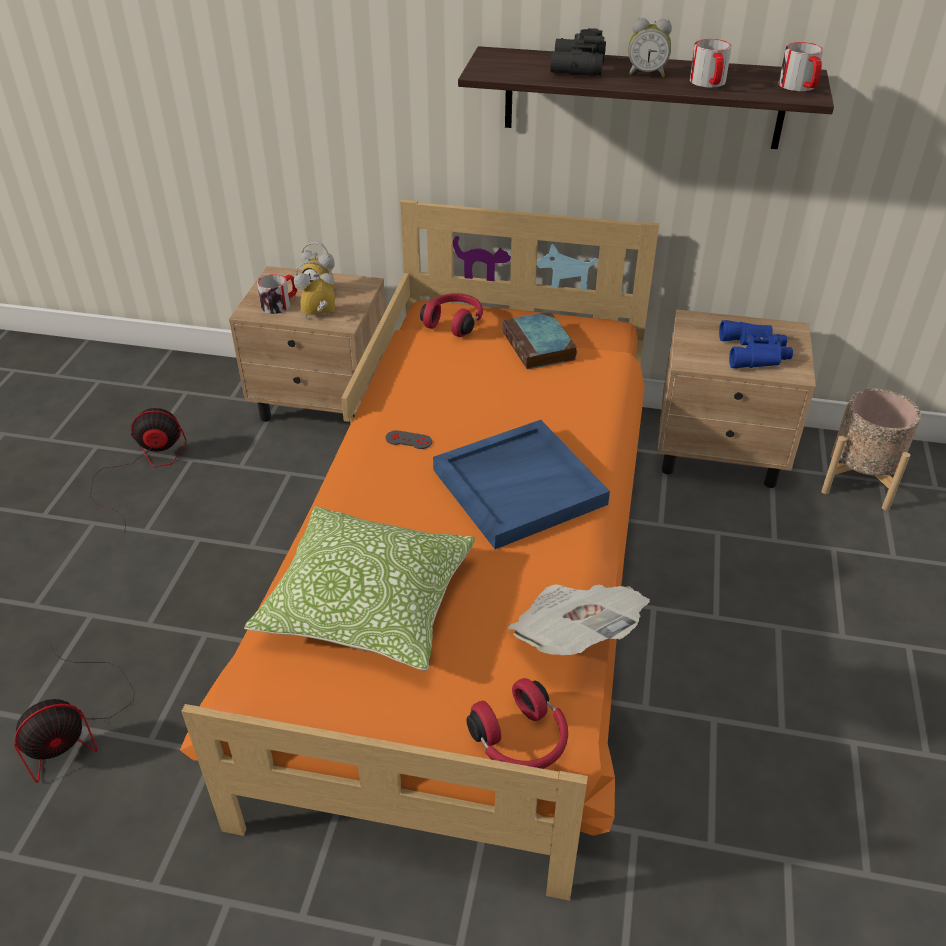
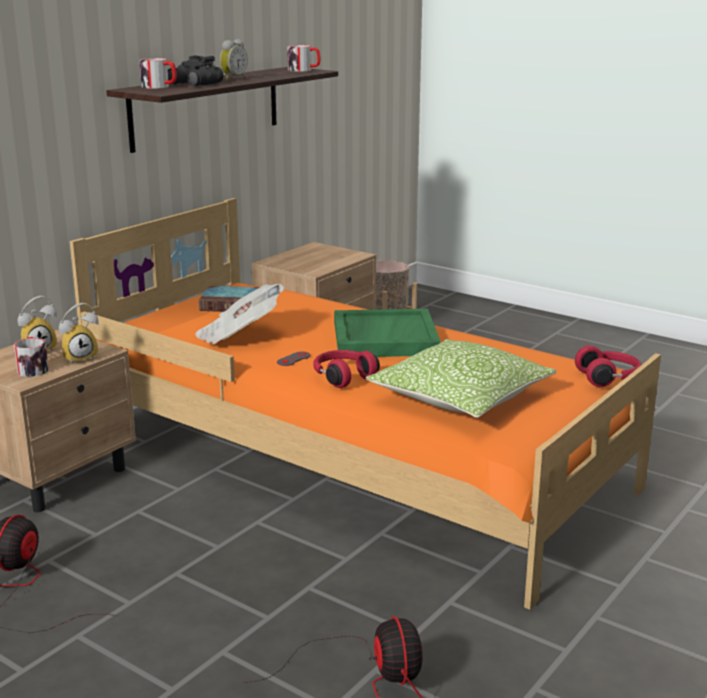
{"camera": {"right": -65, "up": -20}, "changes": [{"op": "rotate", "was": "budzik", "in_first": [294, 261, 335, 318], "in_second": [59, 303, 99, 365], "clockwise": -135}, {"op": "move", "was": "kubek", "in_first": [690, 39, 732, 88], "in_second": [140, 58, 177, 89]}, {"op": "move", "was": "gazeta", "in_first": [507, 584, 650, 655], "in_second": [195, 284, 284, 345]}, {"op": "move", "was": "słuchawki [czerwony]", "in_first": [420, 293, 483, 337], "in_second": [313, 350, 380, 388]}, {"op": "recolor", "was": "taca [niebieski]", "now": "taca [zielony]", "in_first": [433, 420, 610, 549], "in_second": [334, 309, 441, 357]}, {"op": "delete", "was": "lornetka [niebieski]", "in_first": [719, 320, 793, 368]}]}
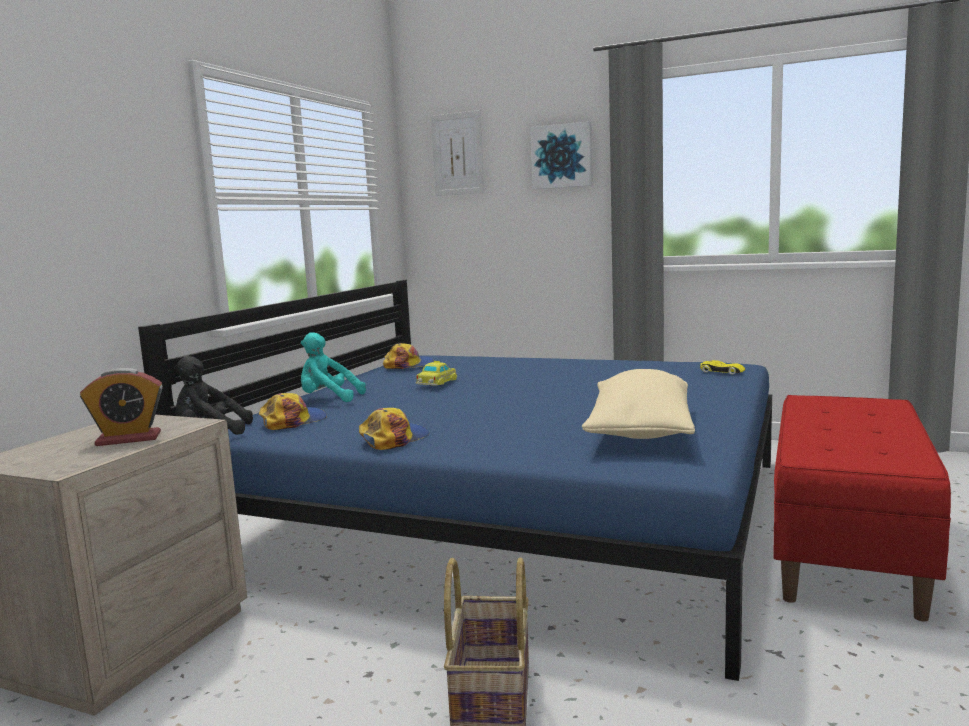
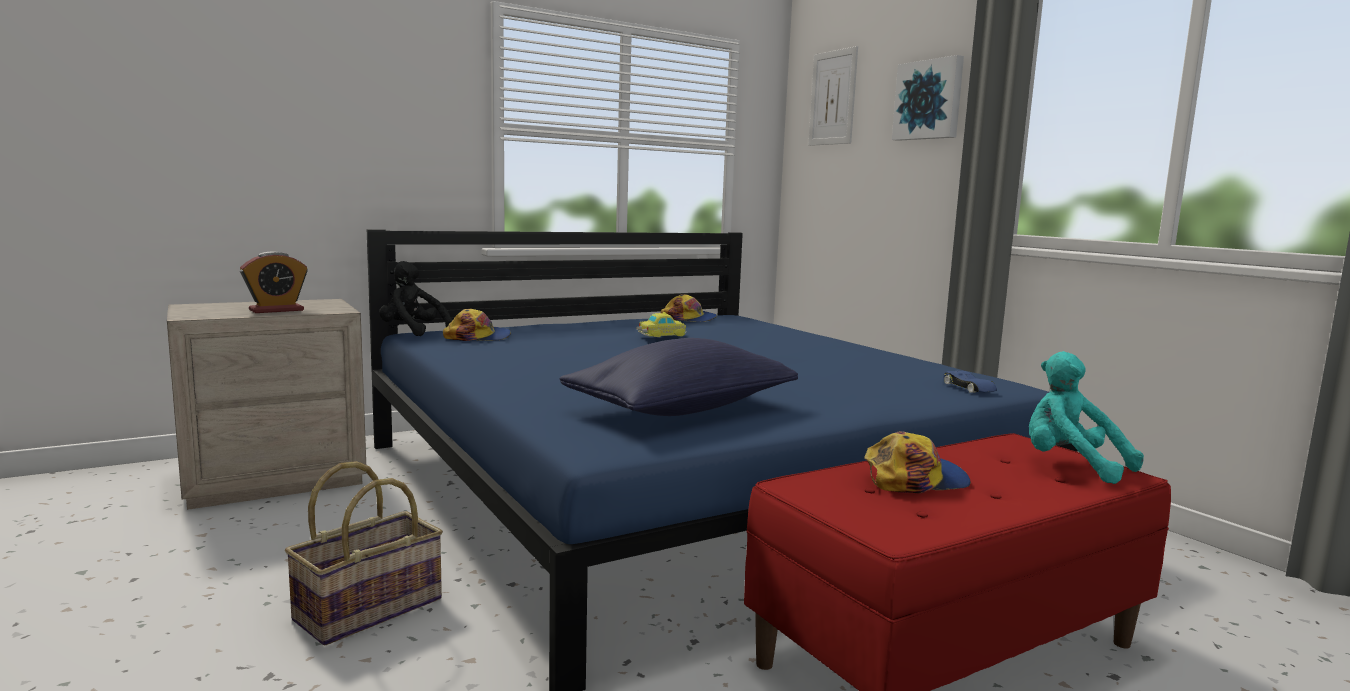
{"camera": {"right": 35, "up": 0}, "changes": [{"op": "rotate", "was": "budzik", "in_first": [80, 368, 163, 446], "in_second": [240, 251, 308, 313], "clockwise": -60}, {"op": "recolor", "was": "poduszka [beżowy]", "now": "poduszka [niebieski]", "in_first": [582, 369, 695, 439], "in_second": [559, 338, 798, 416]}, {"op": "move", "was": "czapka z daszkiem", "in_first": [359, 408, 430, 450], "in_second": [864, 431, 971, 494]}, {"op": "recolor", "was": "samochodzik [żółty]", "now": "samochodzik [niebieski]", "in_first": [700, 360, 745, 374], "in_second": [943, 370, 997, 393]}, {"op": "move", "was": "pluszak [turkusowy]", "in_first": [301, 332, 366, 402], "in_second": [1029, 351, 1144, 484]}]}
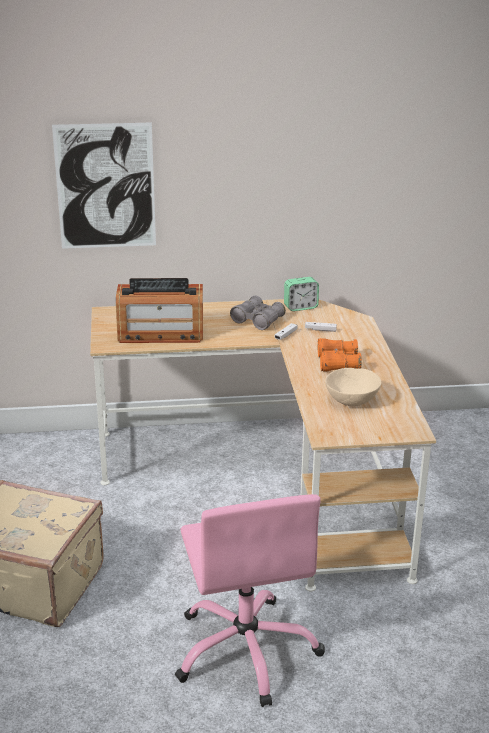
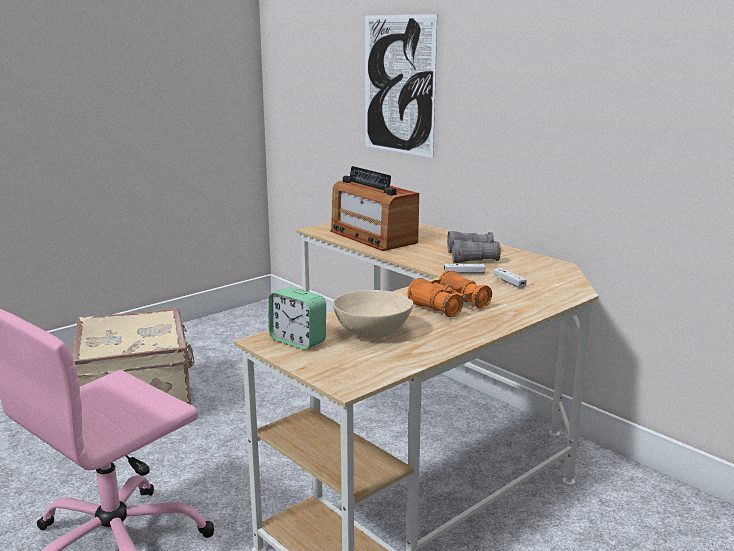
{"camera": {"right": 55, "up": -10}, "changes": [{"op": "move", "was": "budzik", "in_first": [284, 277, 319, 311], "in_second": [268, 287, 326, 350]}]}
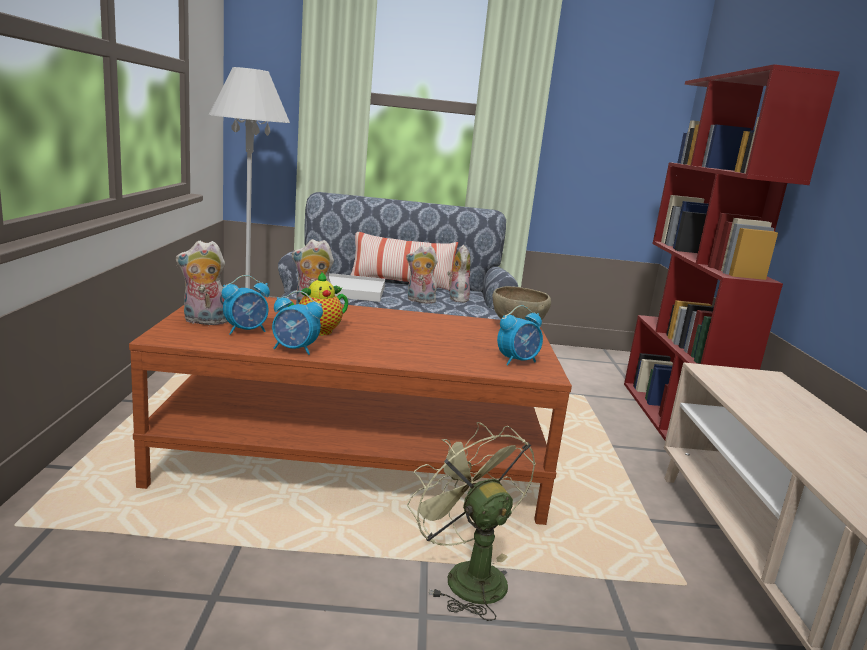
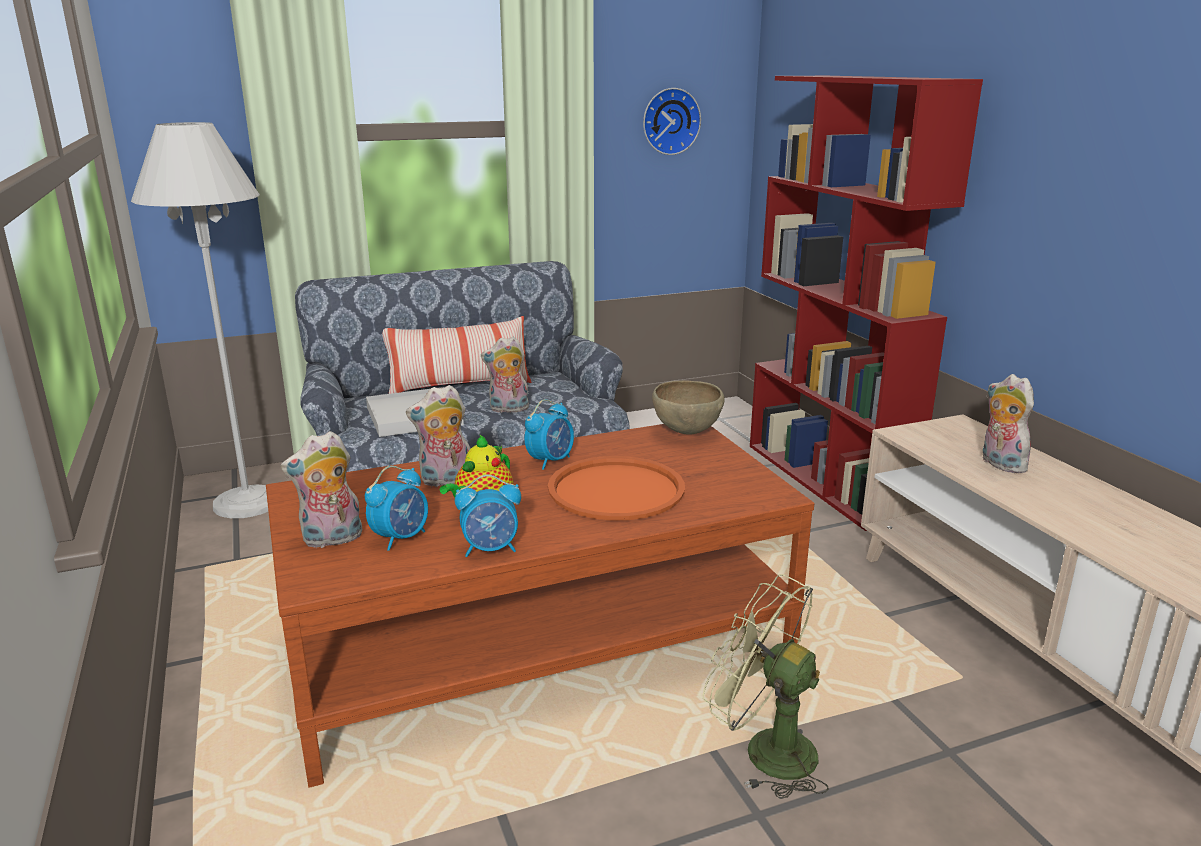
{"camera": {"right": -20, "up": 5}, "changes": [{"op": "move", "was": "budzik", "in_first": [497, 305, 543, 365], "in_second": [525, 399, 574, 470]}, {"op": "insert", "now": "taca [pomarańczowy]", "in_second": [548, 456, 685, 521]}, {"op": "insert", "now": "zegar ścienny", "in_second": [643, 88, 701, 155]}, {"op": "move", "was": "pluszak", "in_first": [447, 245, 470, 303], "in_second": [983, 374, 1034, 473]}]}
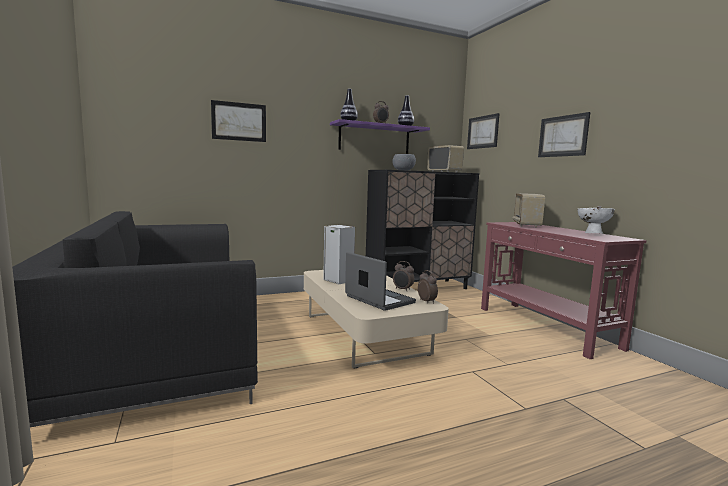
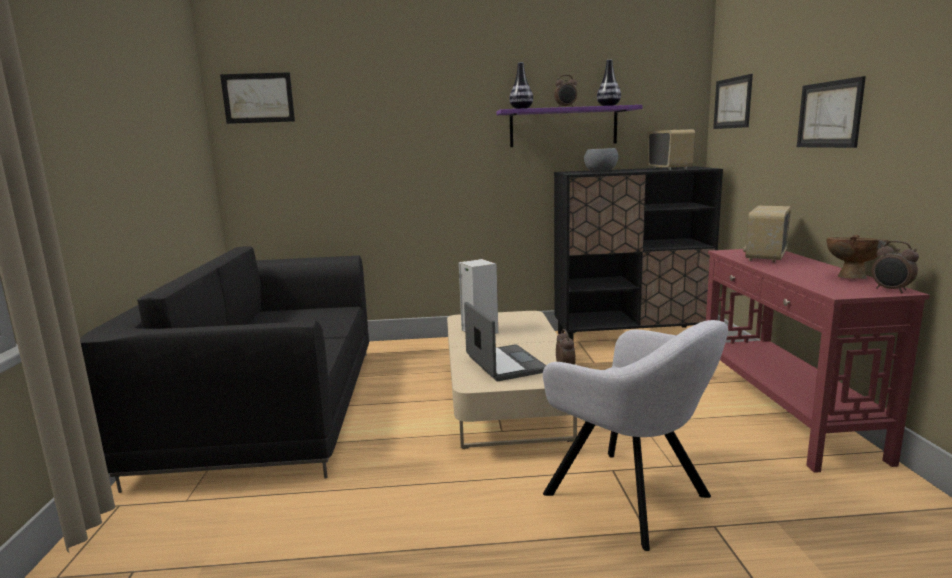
{"camera": {"right": 20, "up": 5}, "changes": [{"op": "move", "was": "obraz", "in_first": [211, 100, 266, 142], "in_second": [220, 72, 295, 124]}, {"op": "insert", "now": "fotel [szary]", "in_second": [543, 320, 728, 551]}, {"op": "recolor", "was": "miska [biały]", "now": "miska [brązowy]", "in_first": [577, 206, 615, 234], "in_second": [826, 235, 889, 279]}, {"op": "move", "was": "budzik", "in_first": [393, 261, 414, 291], "in_second": [872, 241, 919, 293]}]}
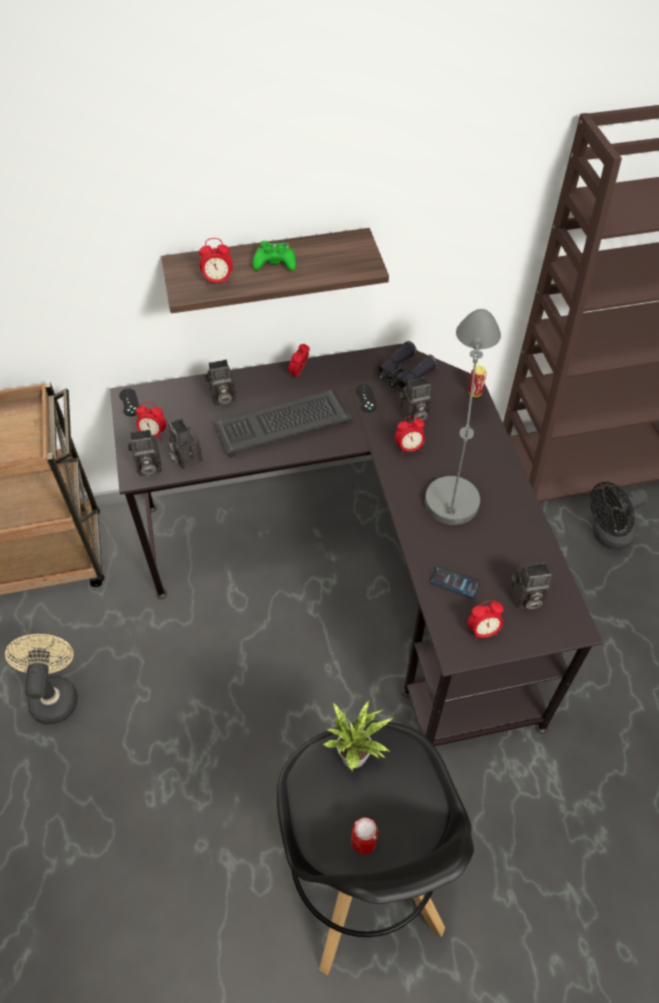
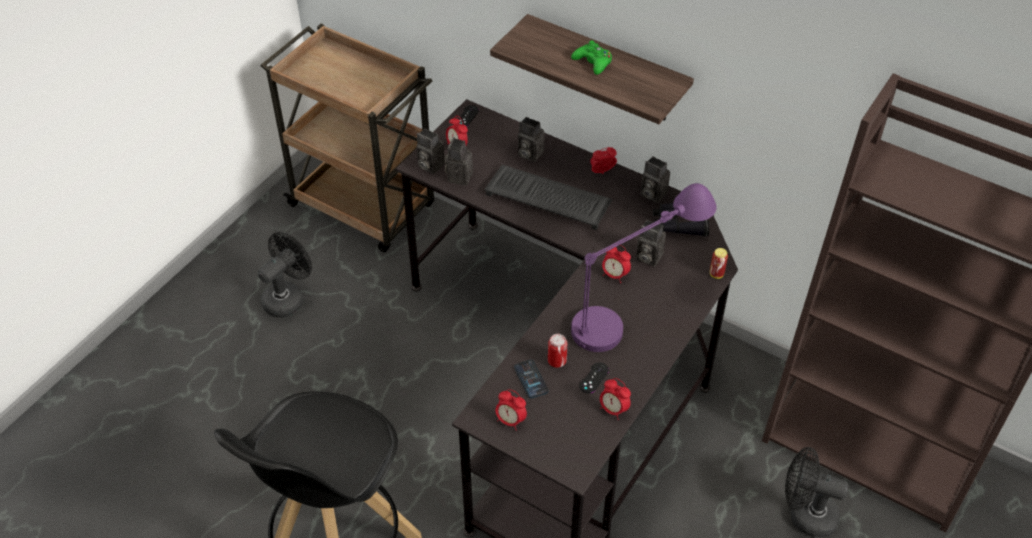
{"camera": {"right": 45, "up": -5}, "changes": [{"op": "recolor", "was": "wentylator [beżowy]", "now": "wentylator [czarny]", "in_first": [5, 634, 78, 724], "in_second": [258, 232, 312, 318]}, {"op": "move", "was": "puszka", "in_first": [351, 817, 378, 854], "in_second": [548, 334, 567, 368]}, {"op": "recolor", "was": "lampa stołowa [szary]", "now": "lampa stołowa [fioletowy]", "in_first": [425, 309, 501, 525], "in_second": [571, 183, 717, 352]}, {"op": "move", "was": "pad do gier [czarny]", "in_first": [356, 384, 377, 412], "in_second": [579, 362, 609, 393]}, {"op": "move", "was": "budzik", "in_first": [199, 238, 233, 286], "in_second": [600, 378, 631, 420]}, {"op": "move", "was": "aparat fotograficzny", "in_first": [511, 563, 552, 609], "in_second": [641, 156, 670, 203]}, {"op": "delete", "was": "roślina doniczkowa", "in_first": [322, 701, 393, 771]}]}
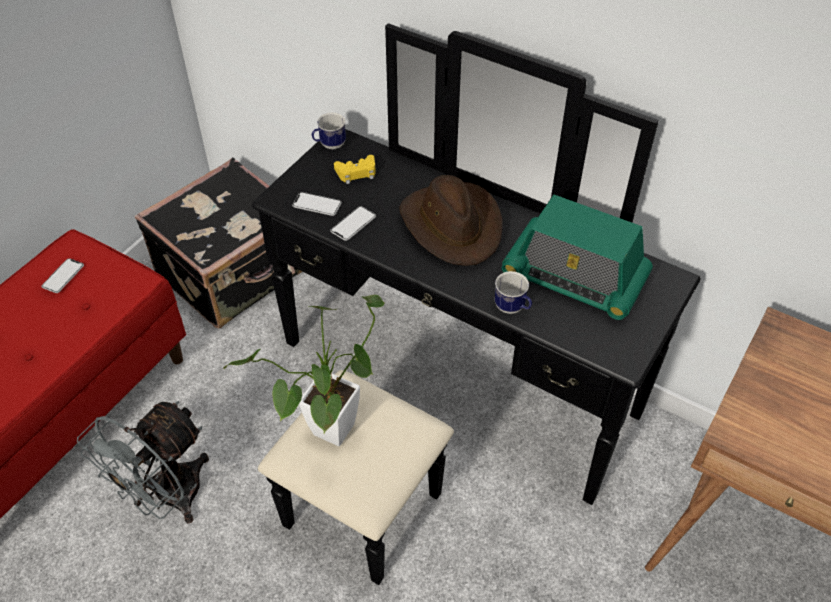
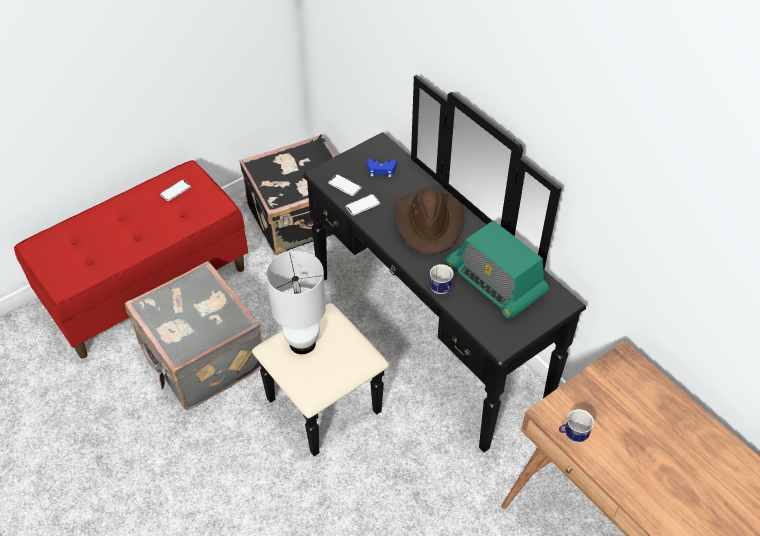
{"camera": {"right": 20, "up": 0}, "changes": [{"op": "replace", "was": "wentylator [szary]", "now": "walizka [szary]", "in_first": [77, 401, 209, 523], "in_second": [125, 261, 262, 410]}, {"op": "replace", "was": "roślina doniczkowa", "now": "lampa stołowa [biały]", "in_first": [224, 295, 384, 446], "in_second": [266, 251, 326, 354]}, {"op": "recolor", "was": "pad do gier [żółty]", "now": "pad do gier [niebieski]", "in_first": [334, 155, 376, 184], "in_second": [367, 159, 397, 177]}, {"op": "move", "was": "kubek", "in_first": [312, 113, 346, 149], "in_second": [559, 409, 594, 443]}]}
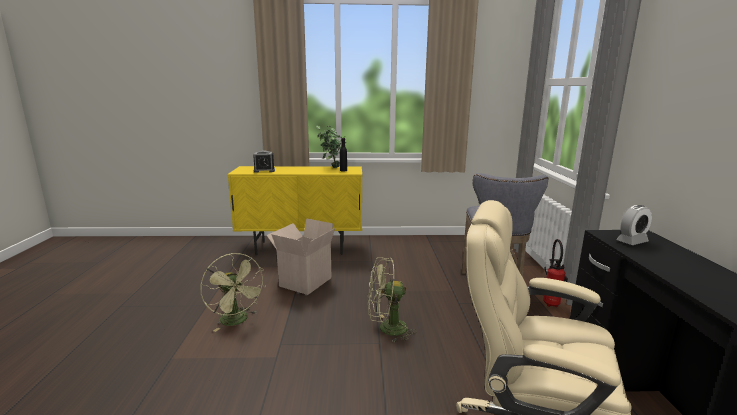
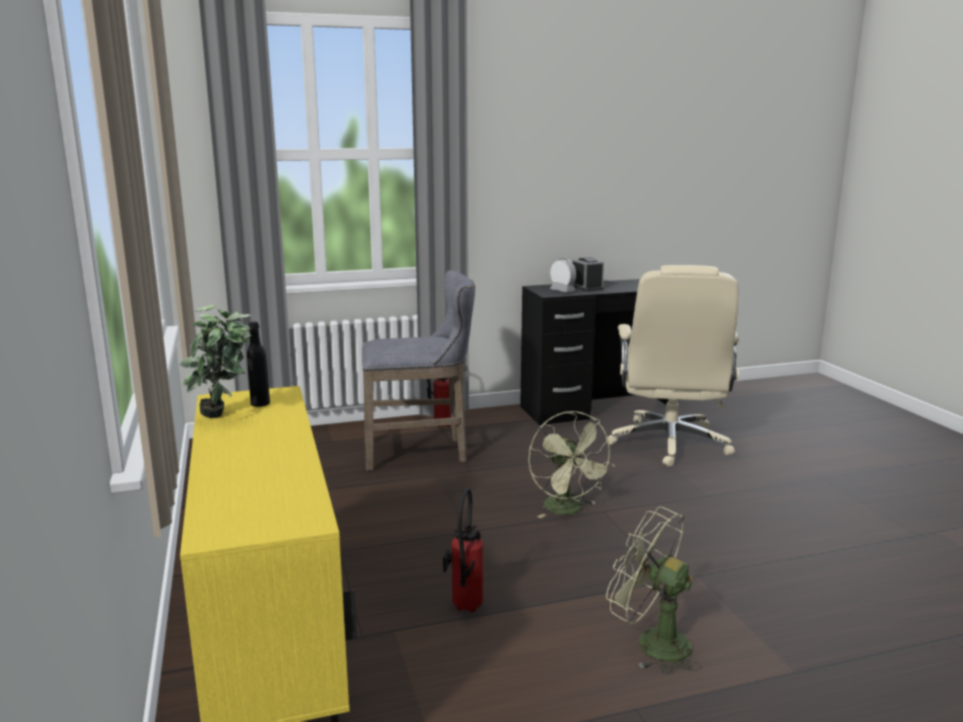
{"camera": {"right": -105, "up": 0}, "changes": [{"op": "replace", "was": "karton", "now": "gaśnica", "in_first": [266, 218, 335, 295], "in_second": [443, 488, 483, 613]}, {"op": "move", "was": "budzik", "in_first": [253, 150, 275, 173], "in_second": [572, 257, 604, 291]}, {"op": "rotate", "was": "wentylator [zielony]", "in_first": [201, 253, 266, 332], "in_second": [606, 507, 701, 675], "clockwise": -90}]}
